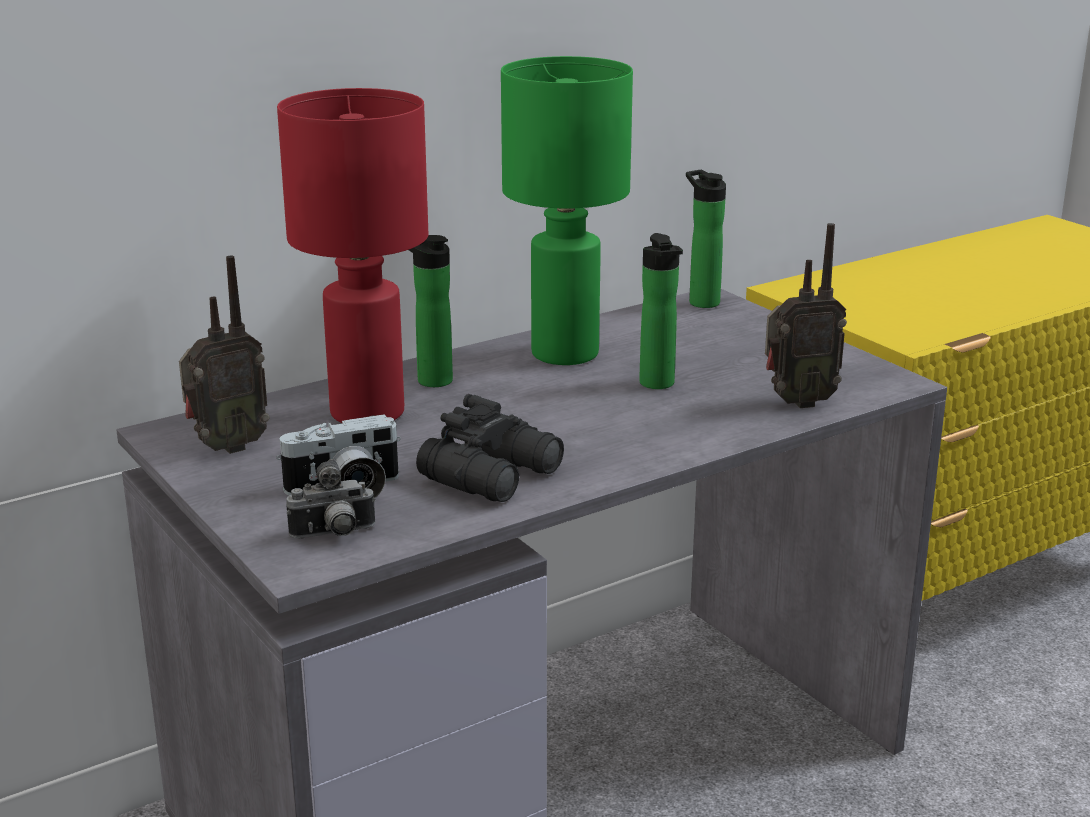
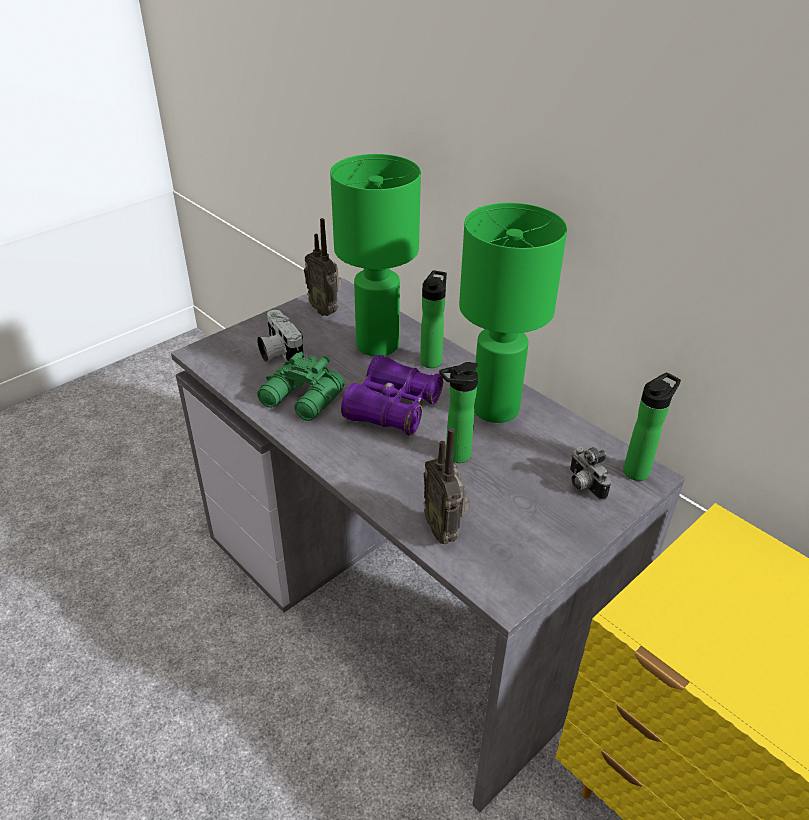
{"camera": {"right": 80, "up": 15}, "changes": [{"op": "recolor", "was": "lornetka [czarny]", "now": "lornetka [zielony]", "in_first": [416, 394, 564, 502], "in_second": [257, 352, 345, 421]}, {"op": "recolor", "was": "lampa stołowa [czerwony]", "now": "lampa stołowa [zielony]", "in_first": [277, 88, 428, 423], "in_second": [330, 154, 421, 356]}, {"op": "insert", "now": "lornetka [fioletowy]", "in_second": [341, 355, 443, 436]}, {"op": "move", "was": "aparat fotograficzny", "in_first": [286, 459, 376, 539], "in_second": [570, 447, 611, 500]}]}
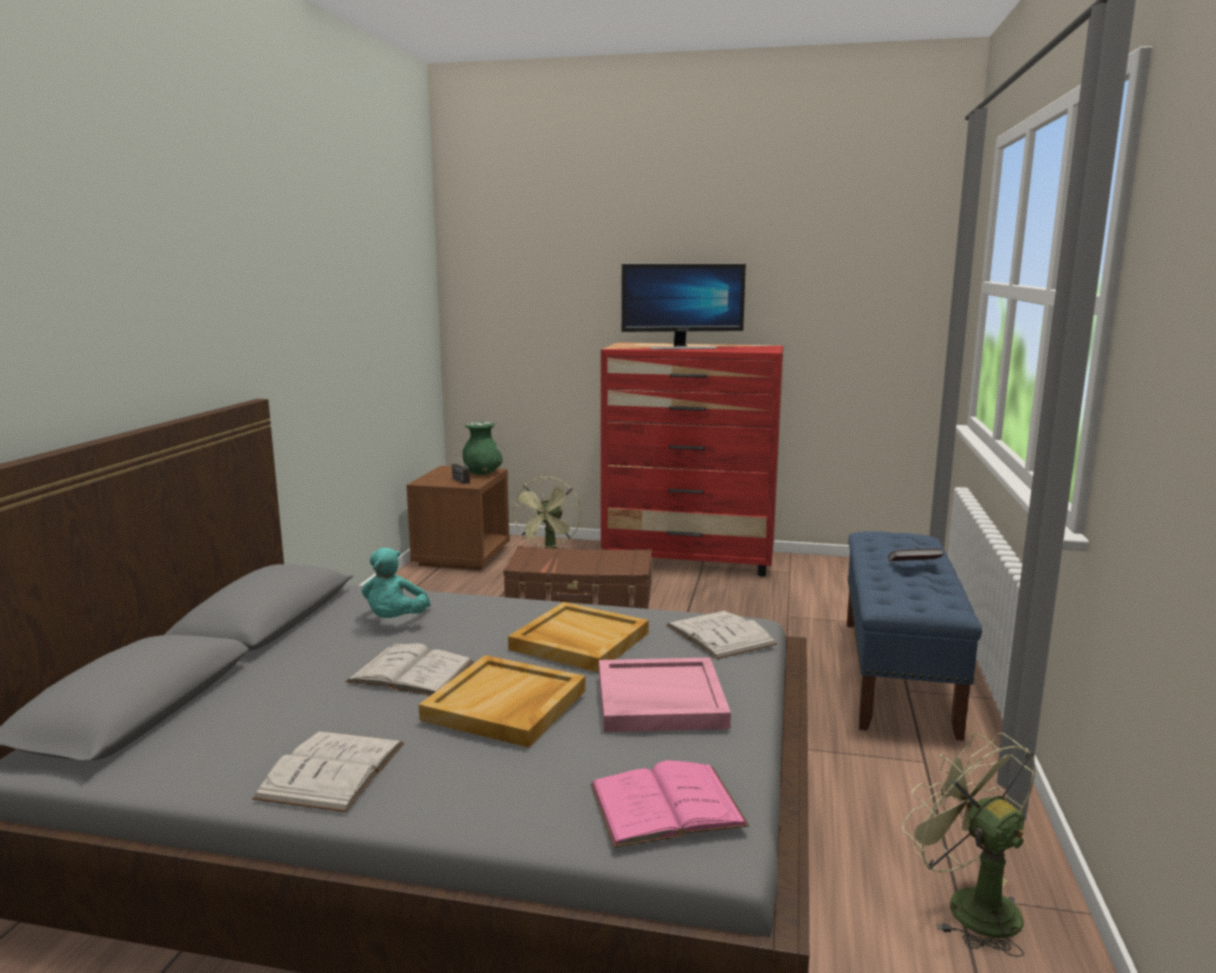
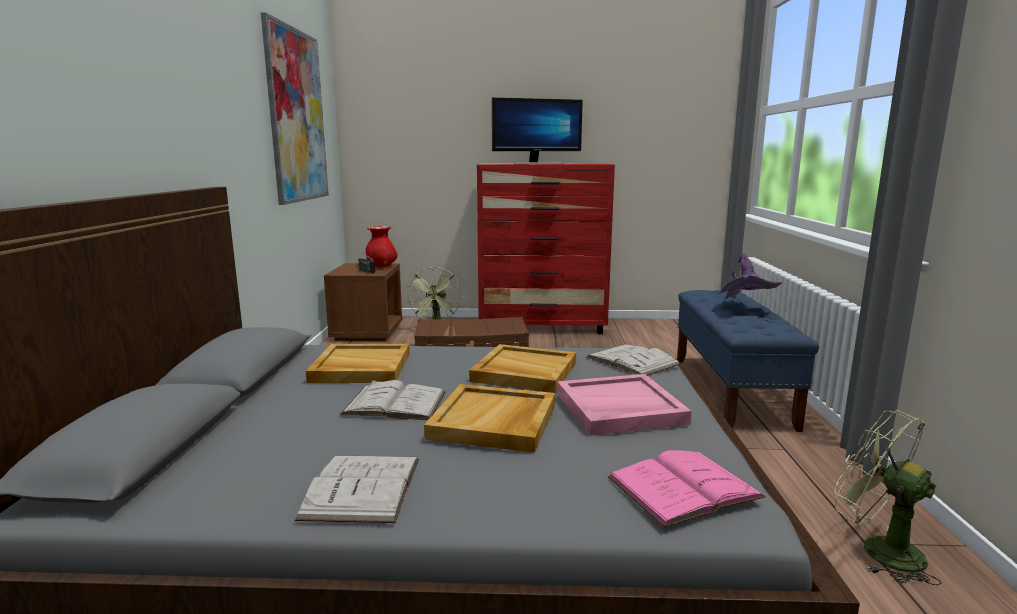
{"camera": {"right": -10, "up": 0}, "changes": [{"op": "insert", "now": "obraz", "in_second": [261, 13, 329, 205]}, {"op": "replace", "was": "pluszak [turkusowy]", "now": "taca [beżowy]", "in_first": [362, 548, 431, 618], "in_second": [306, 344, 410, 383]}, {"op": "recolor", "was": "wazon [zielony]", "now": "wazon [czerwony]", "in_first": [463, 422, 503, 475], "in_second": [366, 226, 398, 267]}, {"op": "replace", "was": "książka", "now": "kapelusz [fioletowy]", "in_first": [888, 549, 944, 561], "in_second": [714, 253, 782, 299]}]}
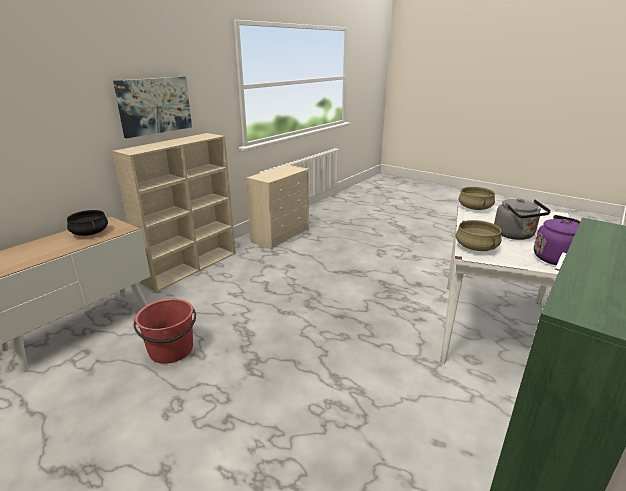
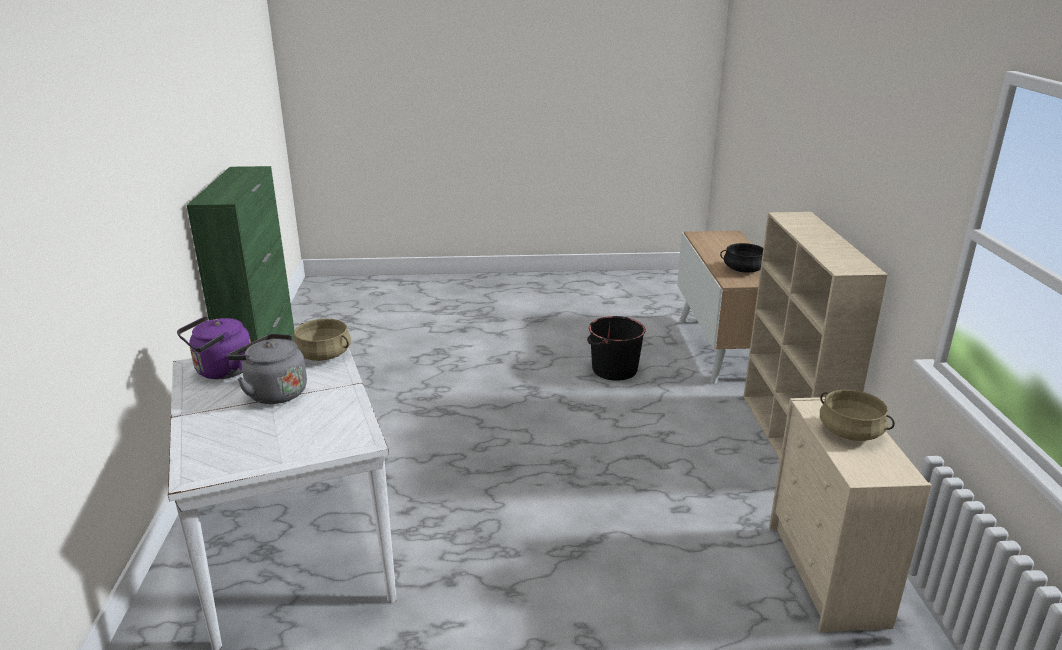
{"camera": {"right": 140, "up": 0}, "changes": [{"op": "recolor", "was": "wiadro [czerwony]", "now": "wiadro [czarny]", "in_first": [134, 299, 196, 364], "in_second": [587, 316, 646, 381]}, {"op": "move", "was": "garnek [beżowy]", "in_first": [458, 187, 495, 210], "in_second": [820, 389, 895, 441]}, {"op": "delete", "was": "obraz", "in_first": [113, 77, 192, 138]}]}
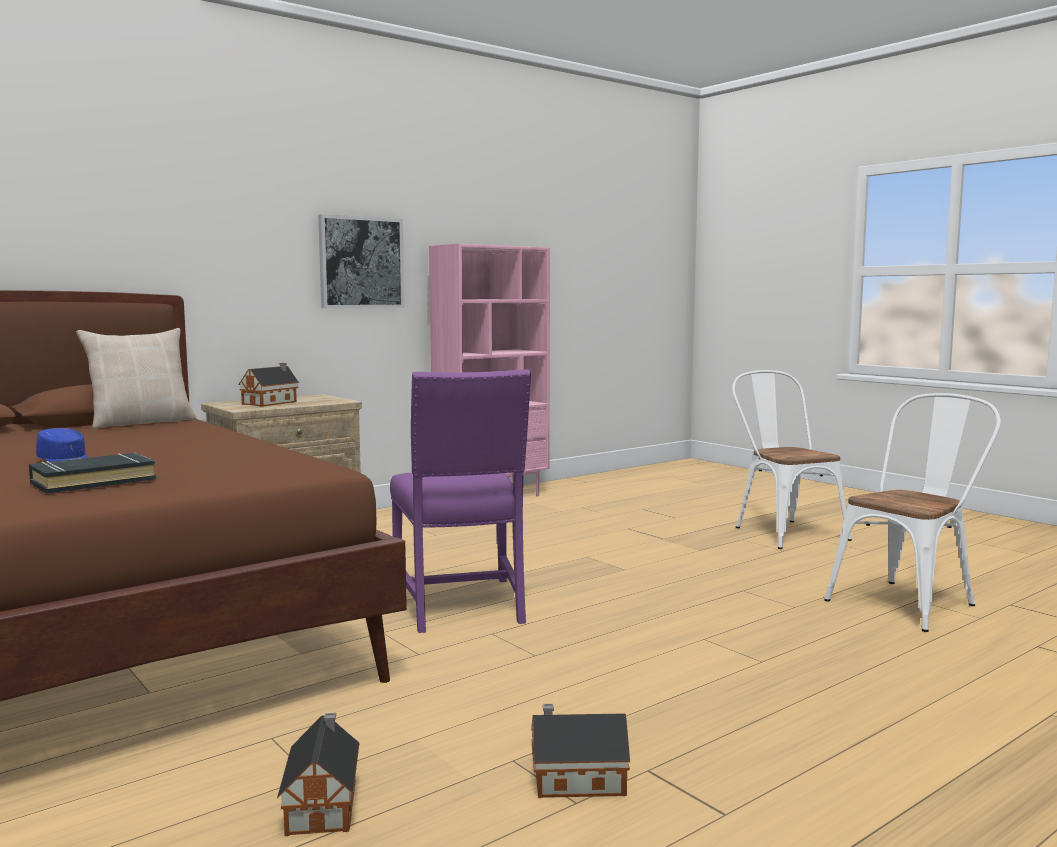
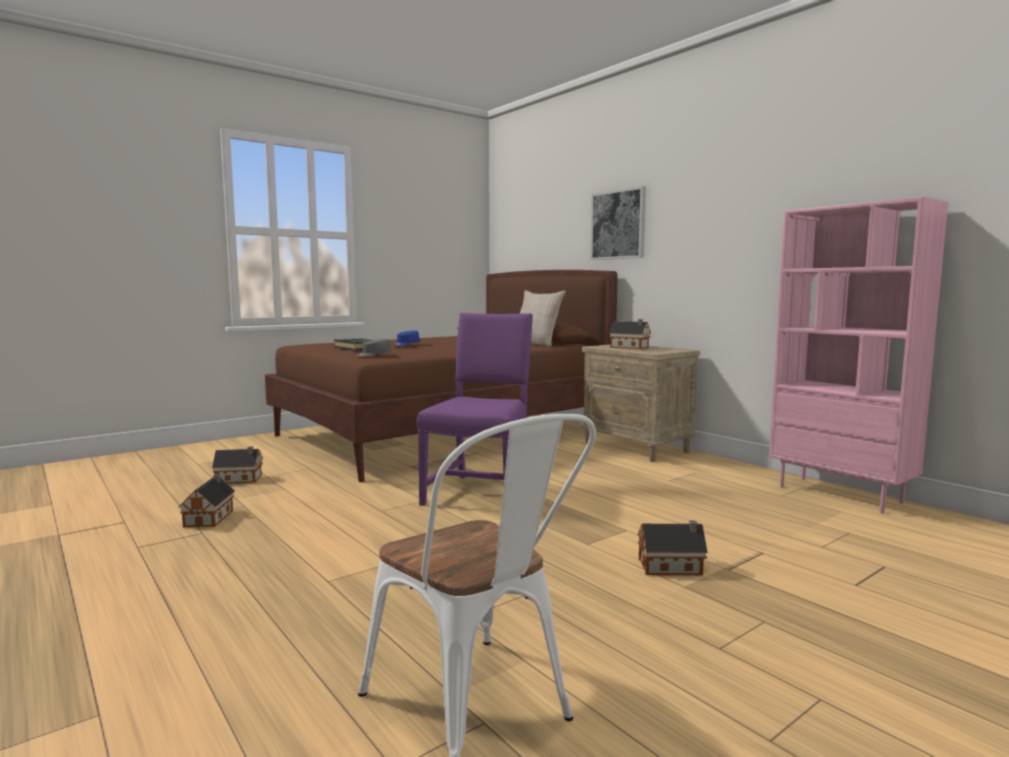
{"camera": {"right": 90, "up": 0}, "changes": [{"op": "insert", "now": "czapka z daszkiem [szary]", "in_second": [357, 339, 391, 357]}, {"op": "rotate", "was": "krzesło [fioletowy]", "in_first": [390, 369, 531, 633], "in_second": [417, 313, 533, 506], "clockwise": 120}, {"op": "move", "was": "obraz", "in_first": [318, 214, 404, 308], "in_second": [590, 186, 646, 260]}, {"op": "insert", "now": "domek", "in_second": [638, 521, 708, 575]}, {"op": "delete", "was": "krzesło [biały]", "in_first": [732, 370, 852, 549]}]}
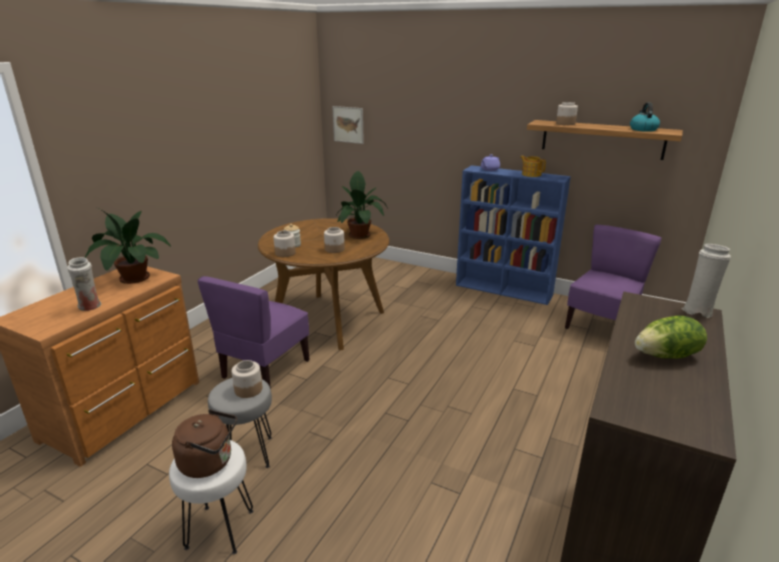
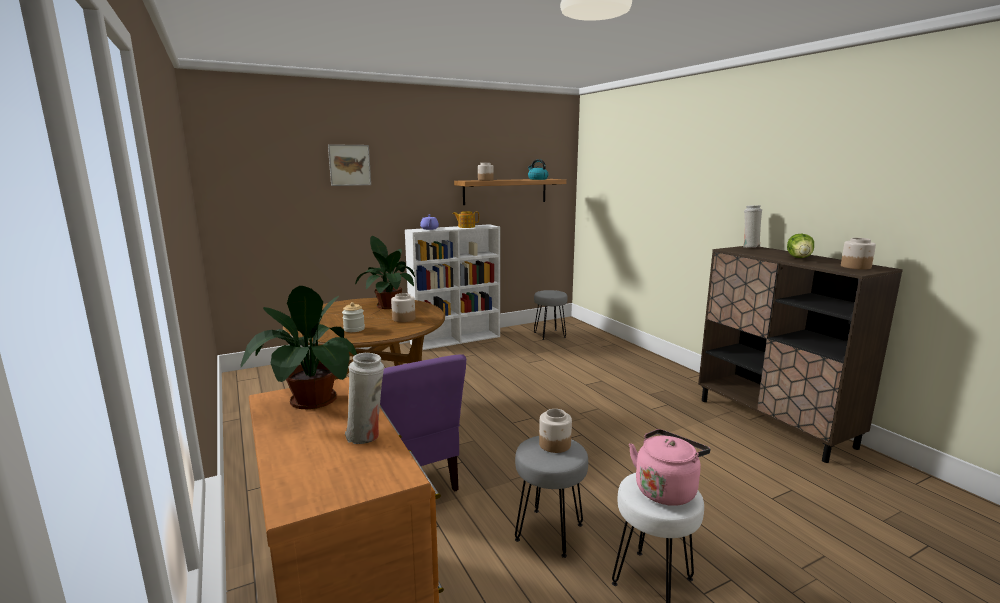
{"camera": {"right": -55, "up": -10}, "changes": [{"op": "move", "was": "obraz", "in_first": [332, 106, 364, 144], "in_second": [328, 144, 371, 186]}, {"op": "recolor", "was": "regał [niebieski]", "now": "regał [biały]", "in_first": [456, 165, 571, 305], "in_second": [405, 224, 500, 350]}, {"op": "replace", "was": "krzesło [fioletowy]", "now": "stołek [szary]", "in_first": [565, 225, 662, 329], "in_second": [534, 290, 568, 340]}, {"op": "recolor", "was": "czajnik [brązowy]", "now": "czajnik [różowy]", "in_first": [172, 409, 237, 478], "in_second": [629, 429, 710, 506]}, {"op": "move", "was": "słoik", "in_first": [274, 230, 296, 257], "in_second": [841, 238, 876, 270]}]}
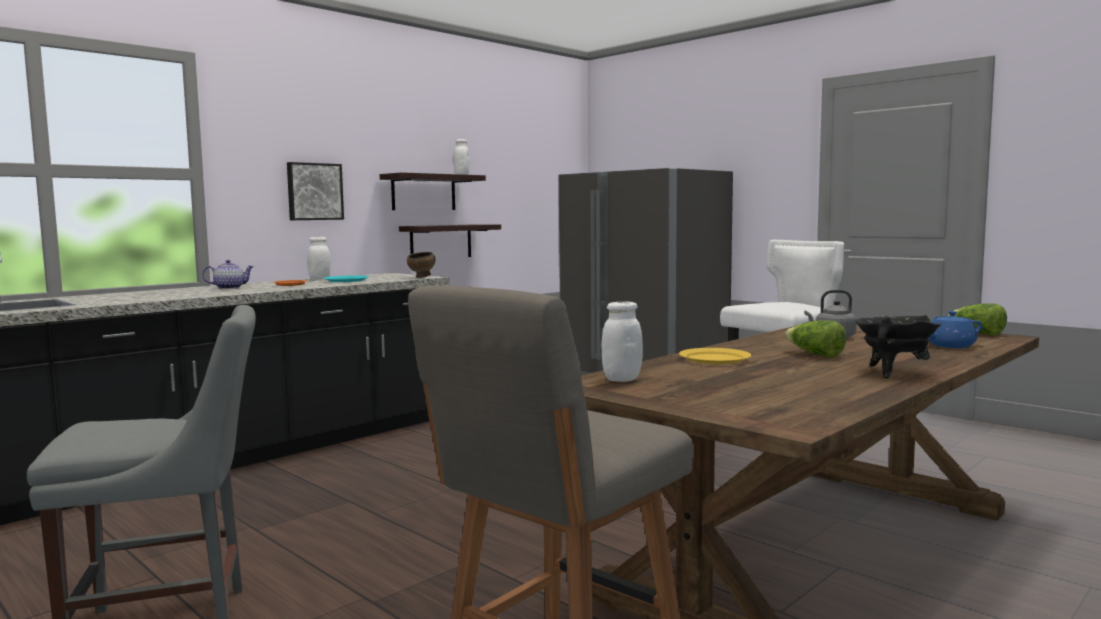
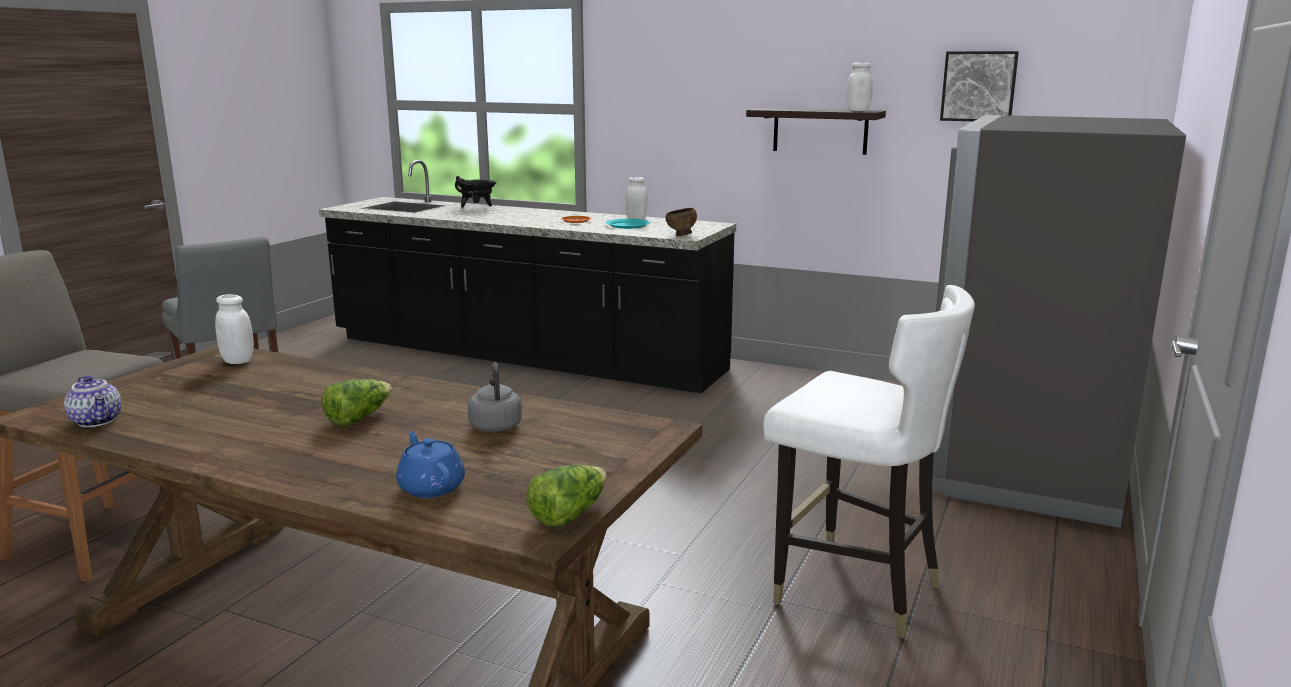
{"camera": {"right": 70, "up": 10}, "changes": [{"op": "move", "was": "imbryk", "in_first": [202, 260, 254, 289], "in_second": [64, 375, 122, 427]}, {"op": "move", "was": "garnek [czarny]", "in_first": [855, 315, 941, 378], "in_second": [455, 176, 497, 207]}, {"op": "move", "was": "obraz", "in_first": [287, 162, 344, 220], "in_second": [940, 51, 1019, 121]}, {"op": "delete", "was": "półka", "in_first": [399, 224, 501, 257]}, {"op": "delete", "was": "talerz [żółty]", "in_first": [679, 348, 751, 364]}]}
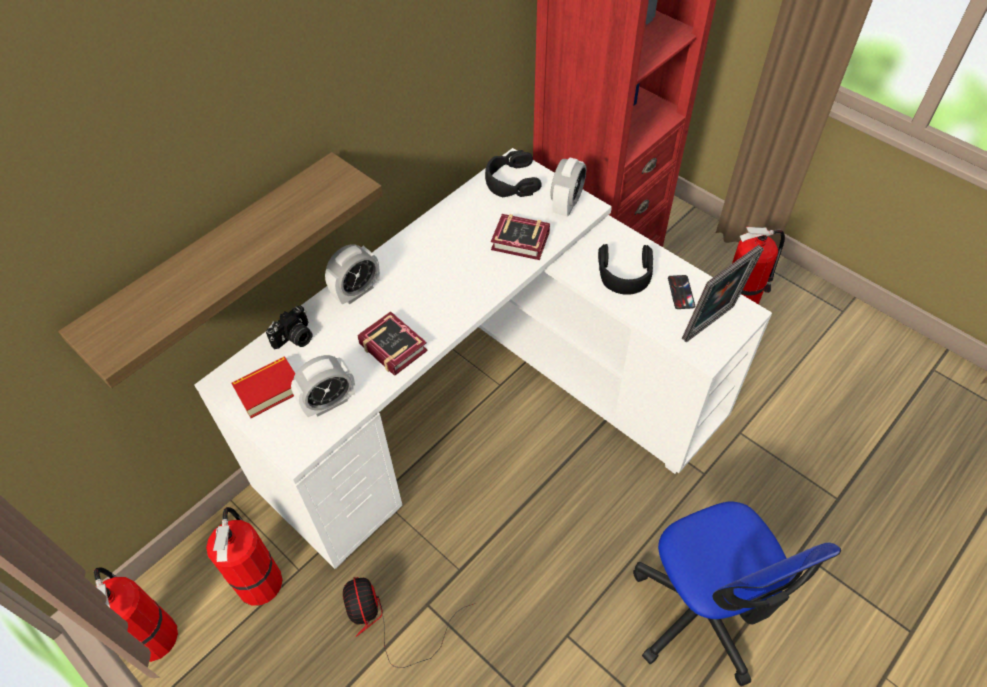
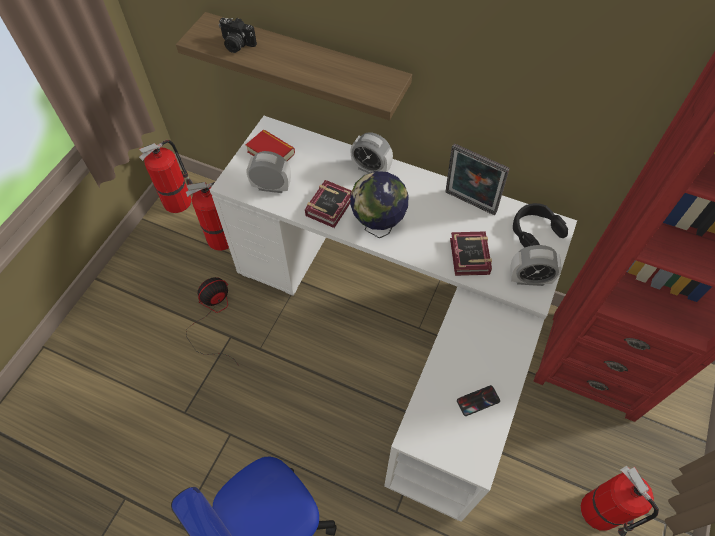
{"camera": {"right": 70, "up": 5}, "changes": [{"op": "move", "was": "aparat fotograficzny", "in_first": [266, 305, 313, 349], "in_second": [219, 18, 257, 53]}, {"op": "rotate", "was": "budzik", "in_first": [291, 355, 355, 417], "in_second": [246, 151, 291, 193], "clockwise": 150}, {"op": "insert", "now": "globus", "in_second": [350, 171, 409, 238]}, {"op": "move", "was": "ramka na zdjęcie", "in_first": [682, 245, 764, 342], "in_second": [445, 144, 510, 215]}, {"op": "delete", "was": "słuchawki [czarny]", "in_first": [598, 244, 653, 295]}]}
